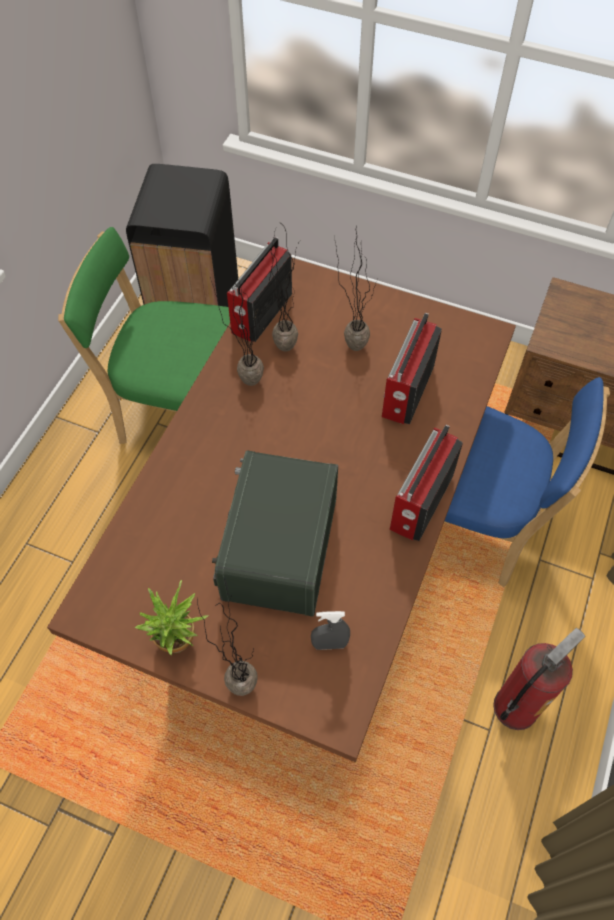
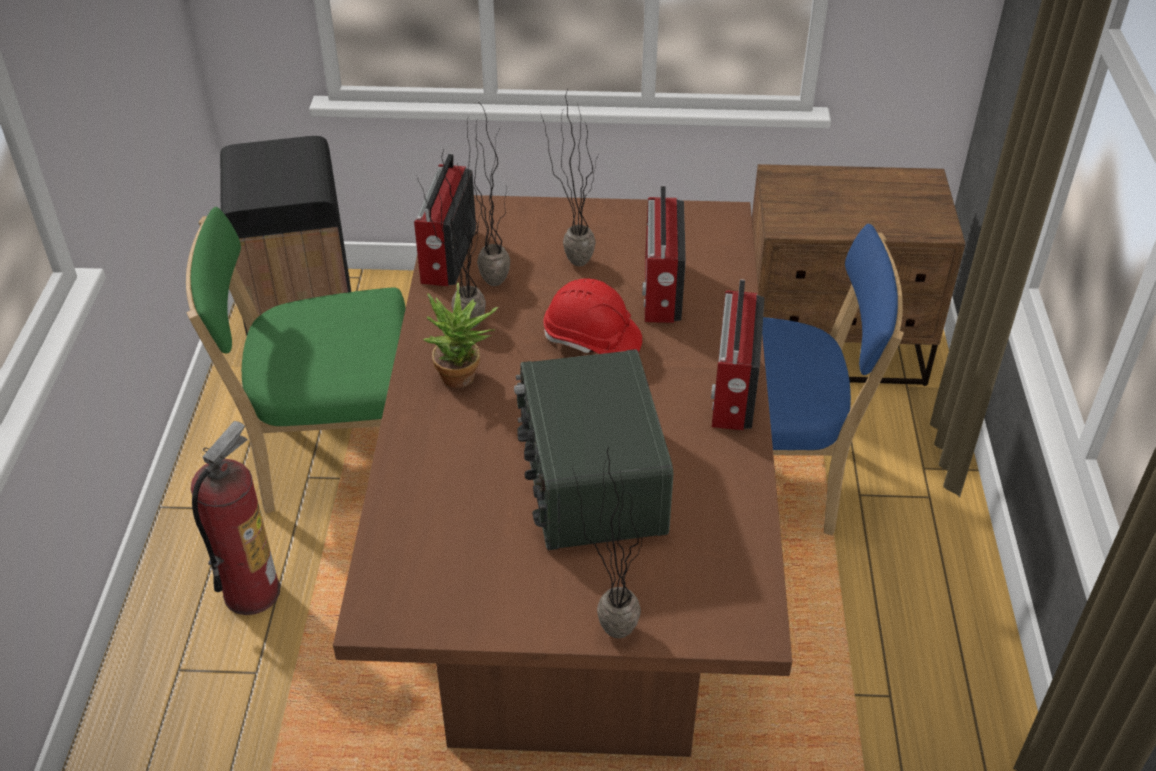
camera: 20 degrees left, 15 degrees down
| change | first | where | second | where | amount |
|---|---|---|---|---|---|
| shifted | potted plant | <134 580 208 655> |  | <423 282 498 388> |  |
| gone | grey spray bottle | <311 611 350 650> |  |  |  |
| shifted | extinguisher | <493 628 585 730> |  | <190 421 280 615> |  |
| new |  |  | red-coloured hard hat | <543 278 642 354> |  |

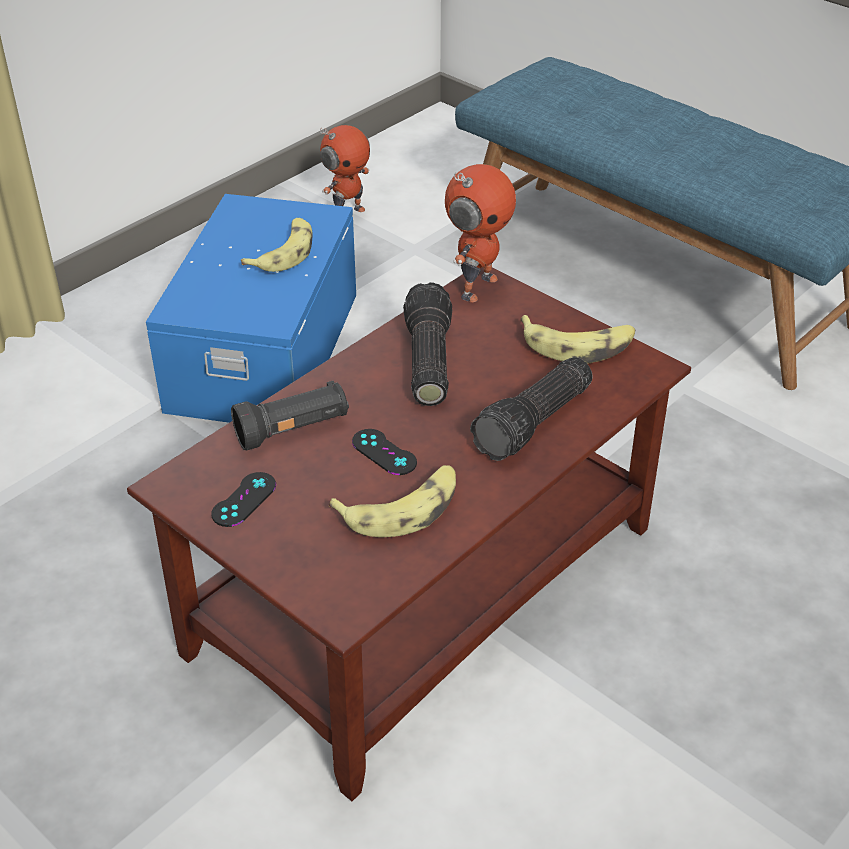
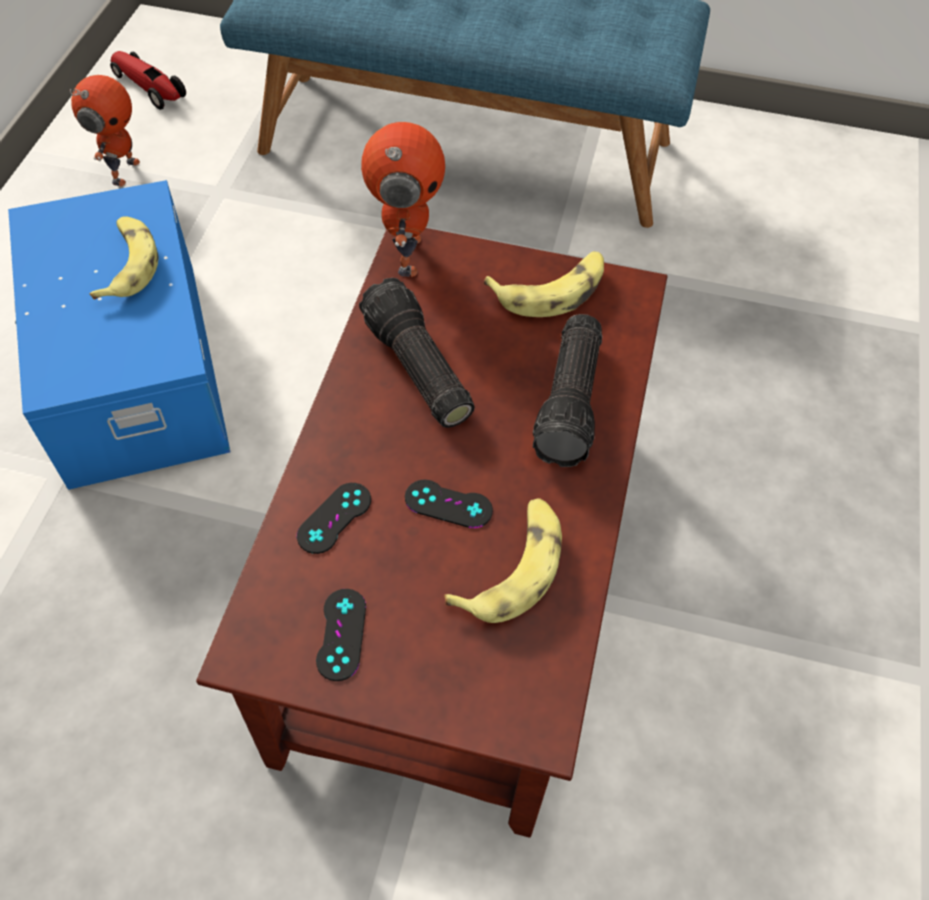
camera: 30 degrees left, 15 degrees up
| change | first | where | second | where | amount |
|---|---|---|---|---|---|
| swapped | blackish torch | <231 381 349 450> | blackish gamepad | <297 483 371 554> |  |
| new |  |  | toy car | <110 51 186 110> |  |

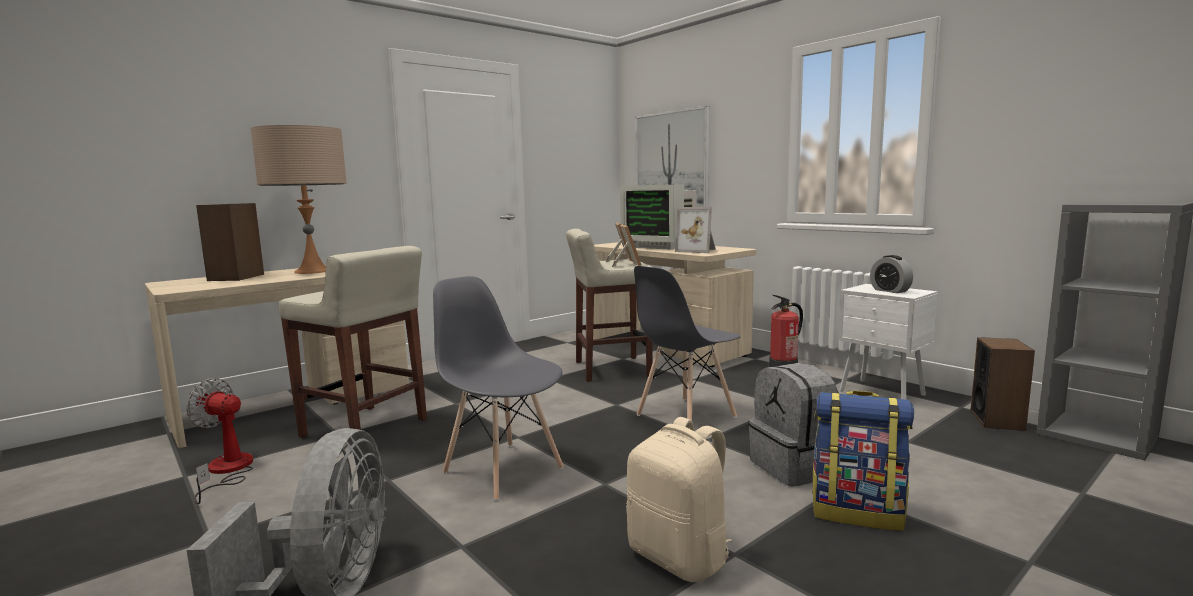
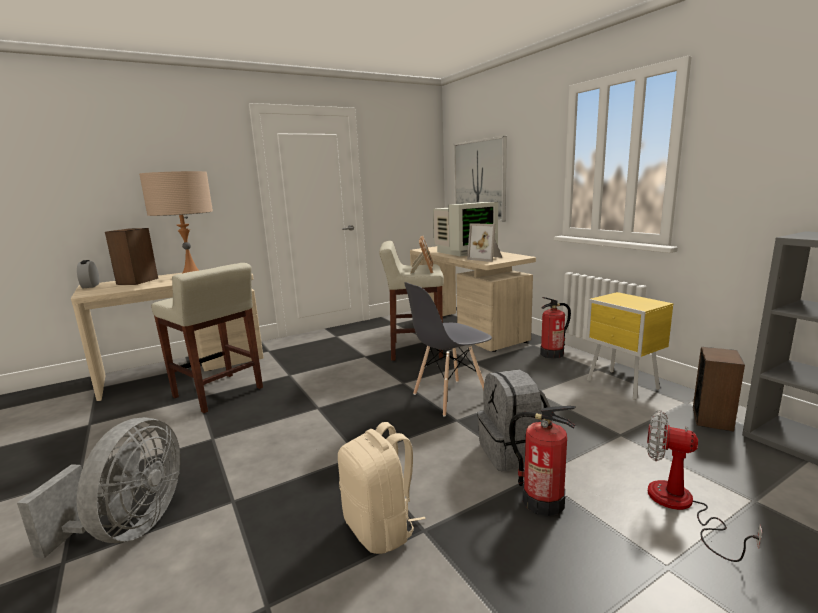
camera: 10 degrees right, 5 degrees up
| change | first | where | second | where | amount |
|---|---|---|---|---|---|
| rotated | computer display | <620 184 697 250> |  | <433 202 498 256> | 75 degrees counterclockwise |
| shifted | alarm clock | <870 255 913 293> |  | <77 260 99 289> |  |
| gone | grey chair | <433 276 564 501> |  |  |  |
| repainted | white night table | <838 284 938 399> | yellowish night table | <586 292 674 400> |  |
| shifted | cooling fan | <186 378 253 504> |  | <647 410 762 562> |  |
| swapped | rucksack | <812 391 914 531> | extinguisher | <509 406 576 516> |  |

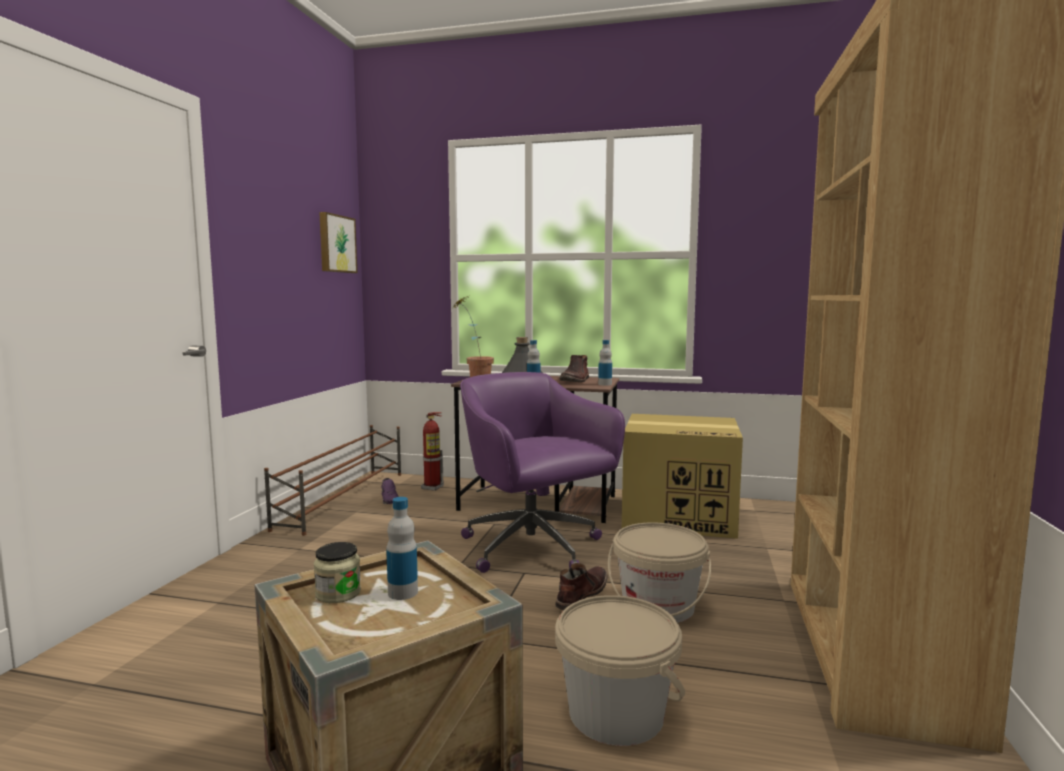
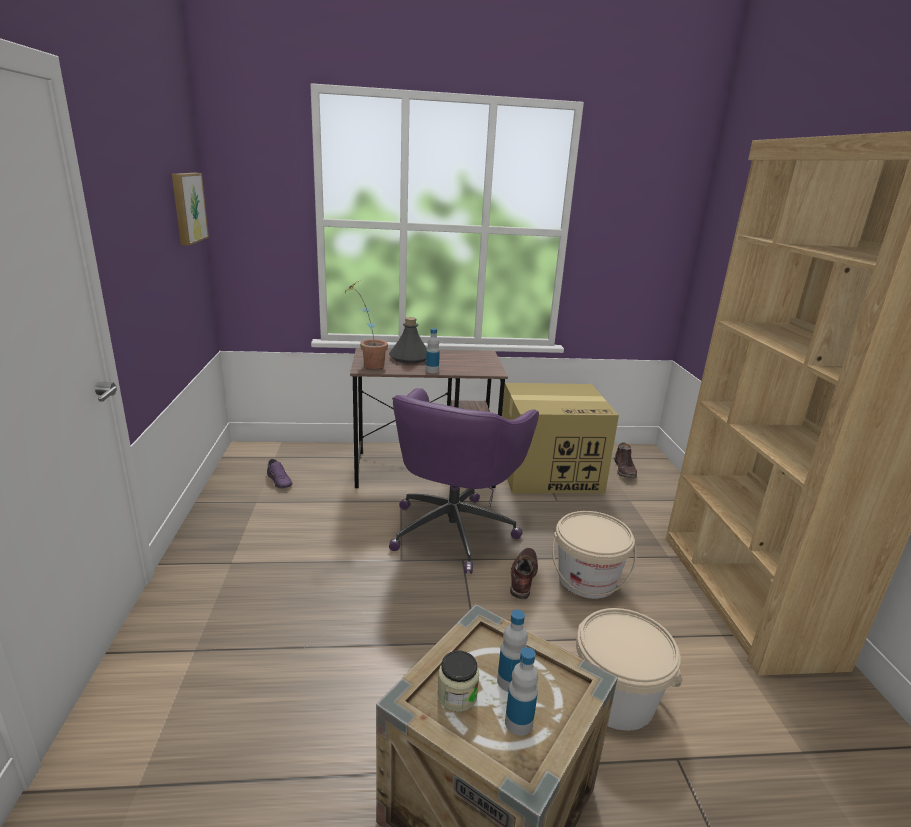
camera: 20 degrees left, 15 degrees up
| change | first | where | second | where | amount |
|---|---|---|---|---|---|
| shifted | drink bottle | <598 340 612 386> |  | <505 647 538 736> |  |
| shifted | brown boot | <559 355 589 382> |  | <614 443 637 478> |  |
| rotated | purple-coloured office chair | <460 372 625 573> |  | <389 388 539 574> | 105 degrees counterclockwise |
| gone | extinguisher | <421 412 444 491> |  |  |  |
| gone | brown shoe shelf | <264 425 401 536> |  |  |  |

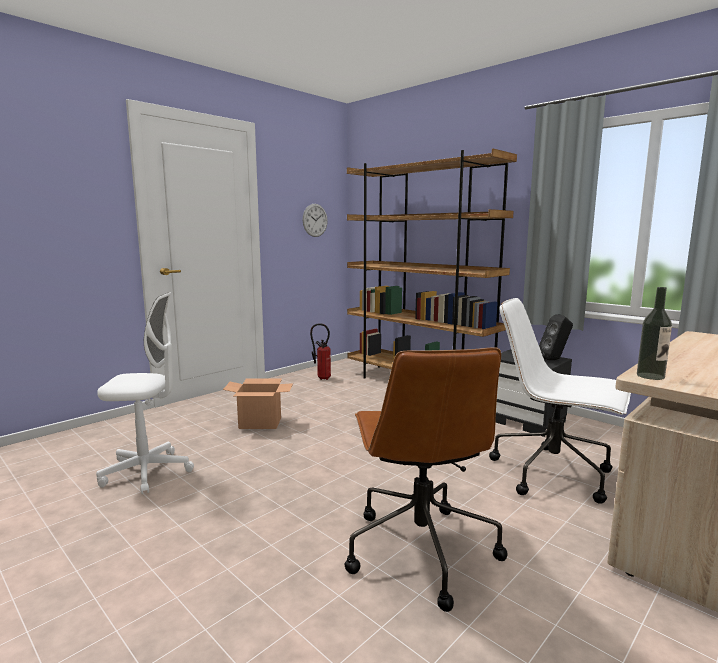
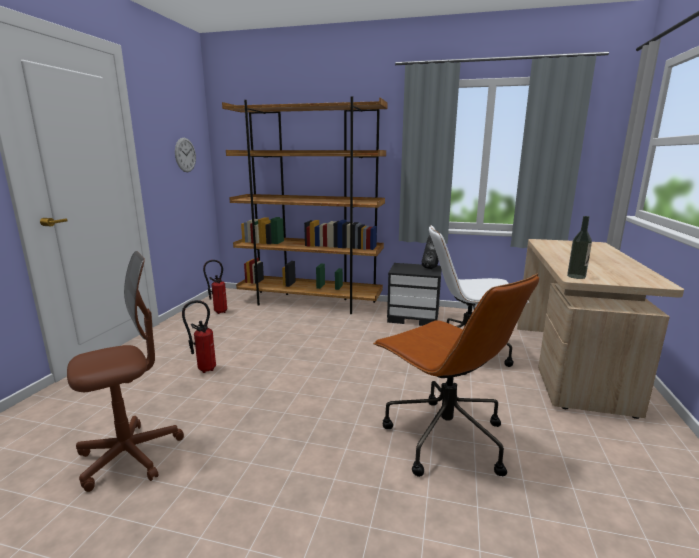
camera: 30 degrees left, 5 degrees up
| change | first | where | second | where | amount |
|---|---|---|---|---|---|
| repainted | white office chair | <96 292 194 494> | brown office chair | <67 251 184 492> |  |
| swapped | cardboard box | <223 378 293 429> | extinguisher | <182 300 216 373> |  |

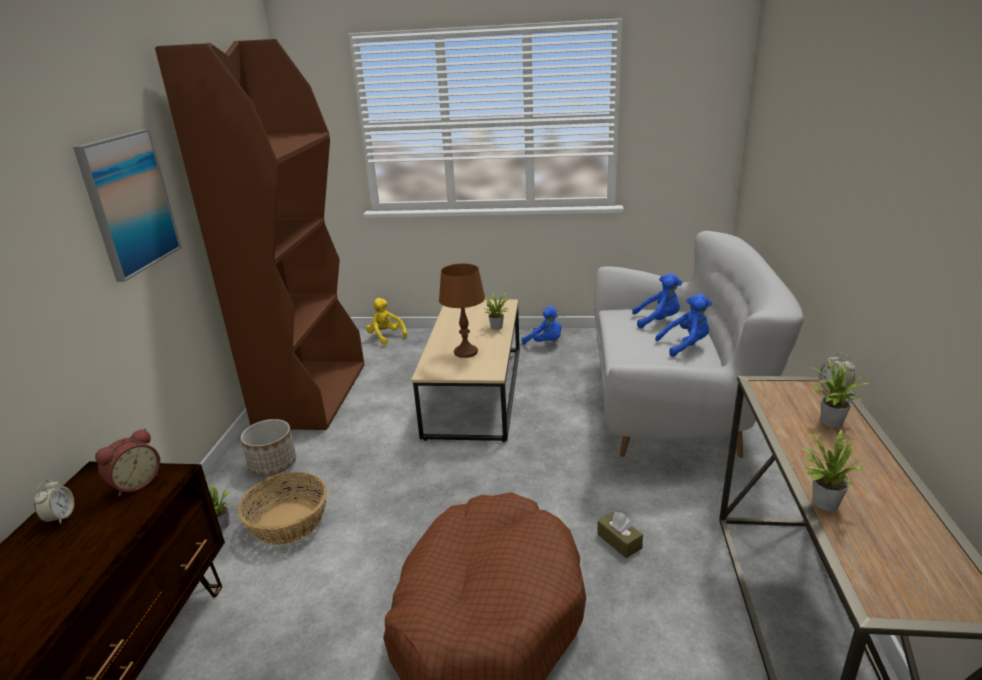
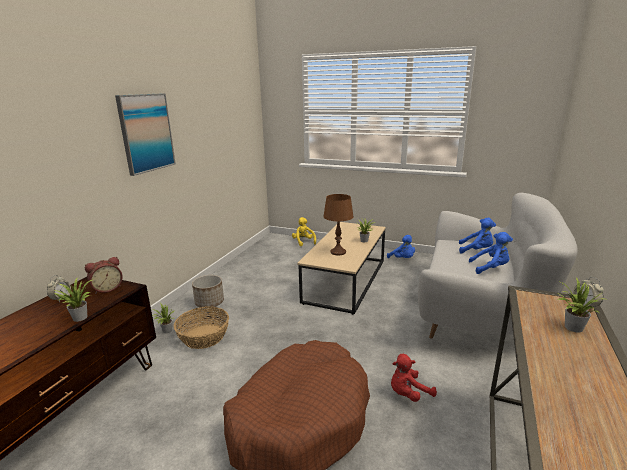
camera: 15 degrees right, 5 degrees down
| change | first | where | second | where | amount |
|---|---|---|---|---|---|
| gone | brown shelving unit | <155 39 364 430> |  |  |  |
| shifted | potted plant | <801 429 866 511> |  | <53 278 94 322> |  |
| swapped | brown box of tissues | <597 512 643 558> | red-coloured cuddly toy | <391 354 437 402> |  |

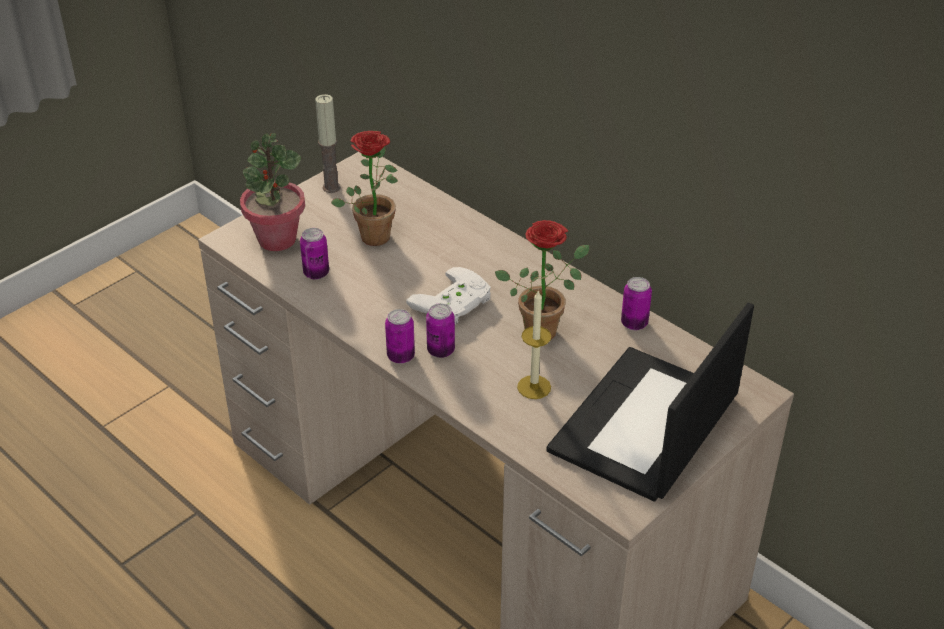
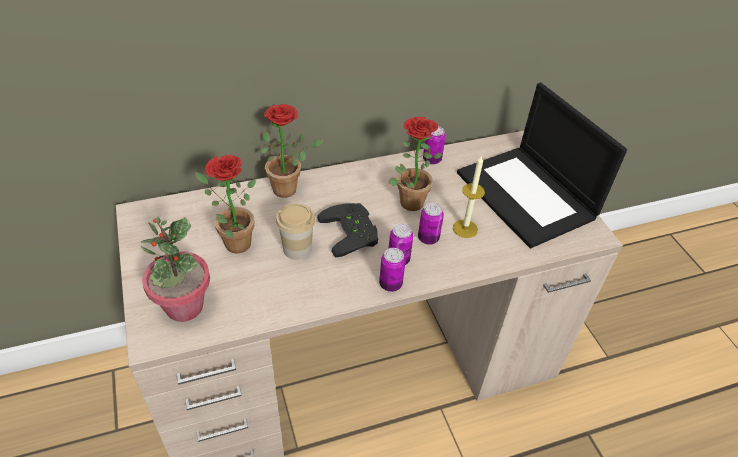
camera: 65 degrees left, 5 degrees up
| change | first | where | second | where | amount |
|---|---|---|---|---|---|
| gone | wax candle | <315 94 341 193> |  |  |  |
| shifted | sealed can | <300 228 329 280> |  | <418 203 444 245> |  |
| repainted | white gamepad | <406 267 491 324> | blackish gamepad | <317 203 378 257> |  |
| new |  |  | potted plant | <260 104 324 198> |  |
| new |  |  | cup | <276 203 315 260> |  |

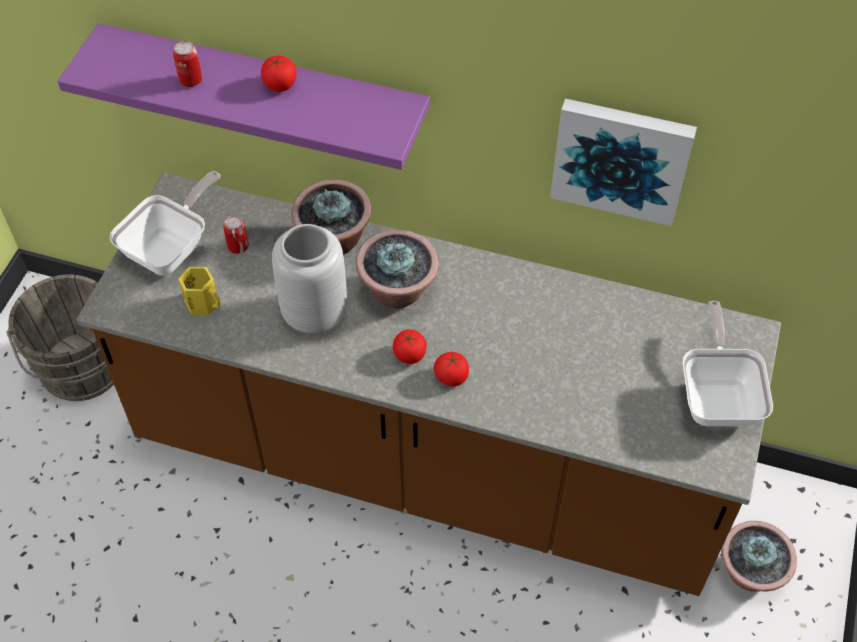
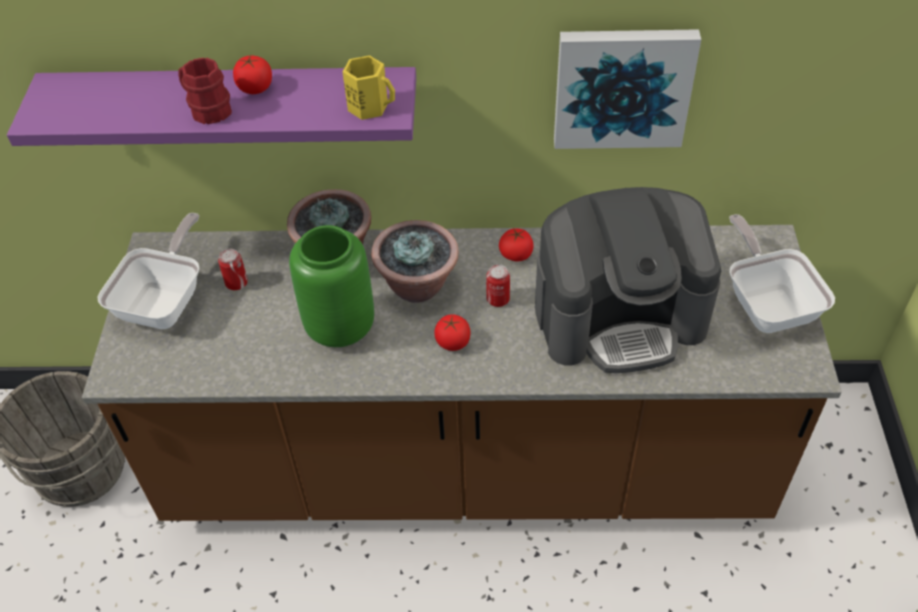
camera: 15 degrees left, 5 degrees down
| change | first | where | second | where | amount |
|---|---|---|---|---|---|
| shifted | sealed can | <173 41 202 87> |  | <486 264 510 307> |  |
| repainted | grey flower vase | <272 224 347 334> | green flower vase | <289 225 374 347> |  |
| shifted | yellowish coffee mug | <178 267 221 315> |  | <343 55 395 120> |  |
| shifted | fresh tomato | <434 352 469 386> |  | <499 228 534 262> |  |
| gone | potted plant | <721 521 797 592> |  |  |  |
| new |  |  | red-coloured coffee mug | <178 58 232 124> |  |
| new |  |  | coffee brewer | <535 187 721 373> |  |

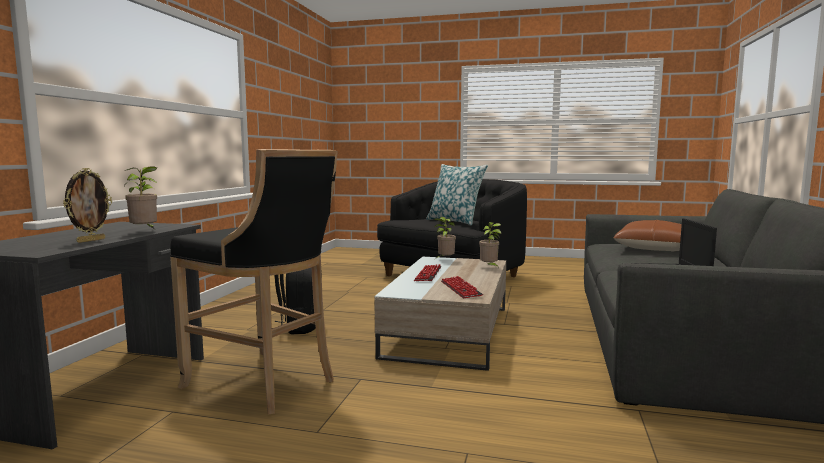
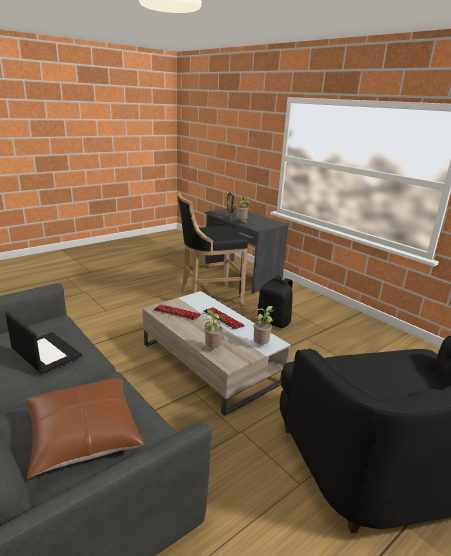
camera: 125 degrees right, 15 degrees up
| change | first | where | second | where | amount |
|---|---|---|---|---|---|
| gone | throw pillow | <426 164 488 225> |  |  |  |

